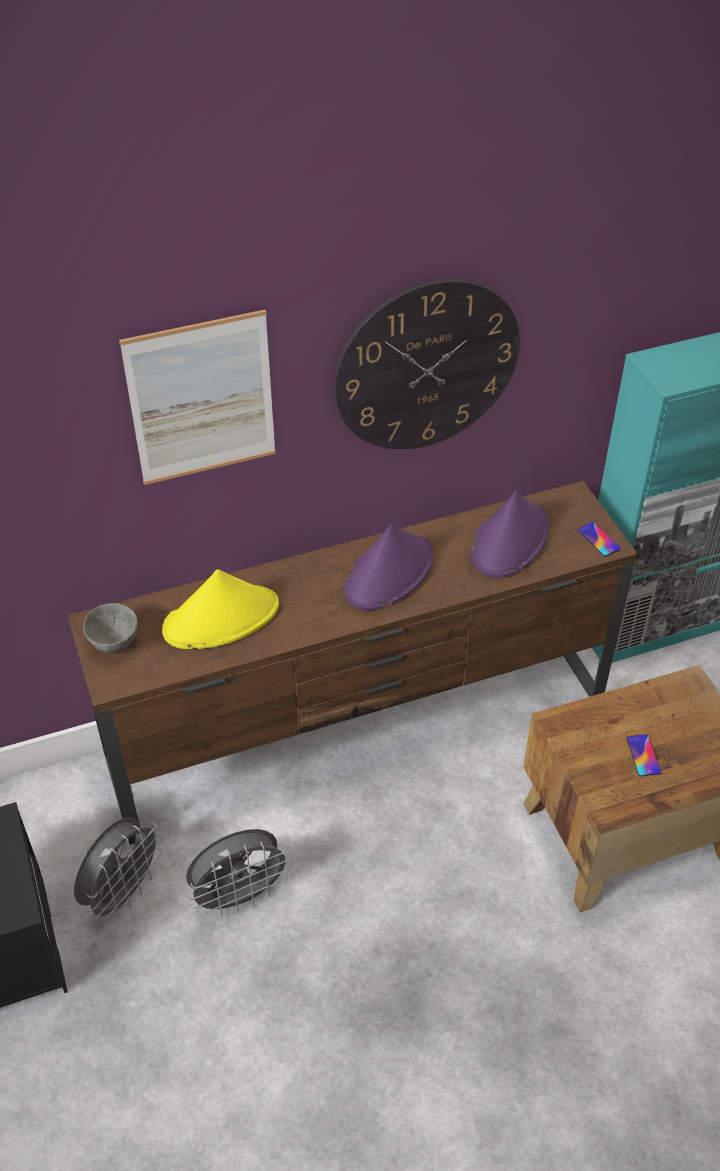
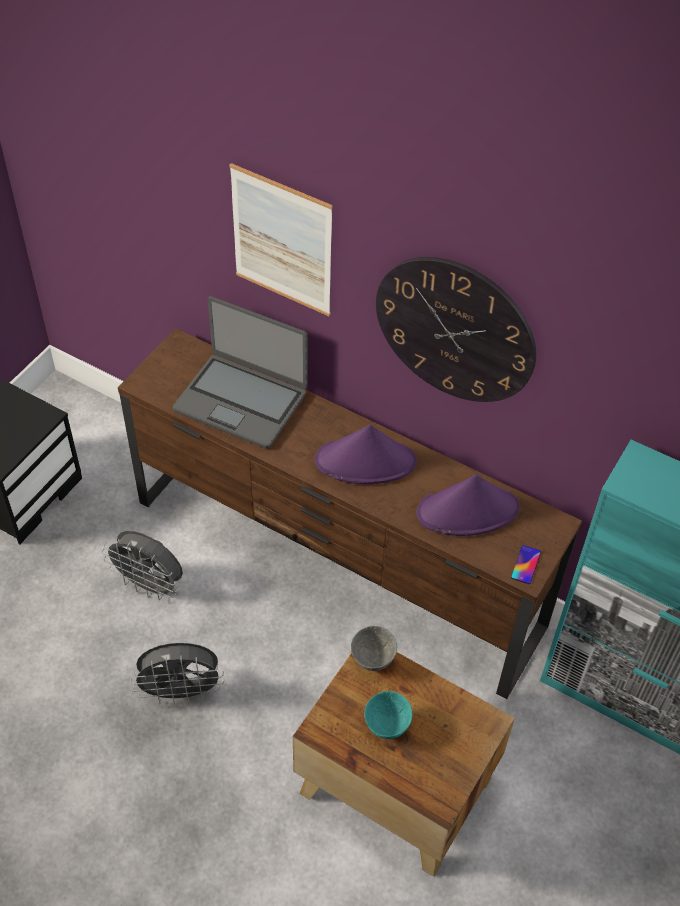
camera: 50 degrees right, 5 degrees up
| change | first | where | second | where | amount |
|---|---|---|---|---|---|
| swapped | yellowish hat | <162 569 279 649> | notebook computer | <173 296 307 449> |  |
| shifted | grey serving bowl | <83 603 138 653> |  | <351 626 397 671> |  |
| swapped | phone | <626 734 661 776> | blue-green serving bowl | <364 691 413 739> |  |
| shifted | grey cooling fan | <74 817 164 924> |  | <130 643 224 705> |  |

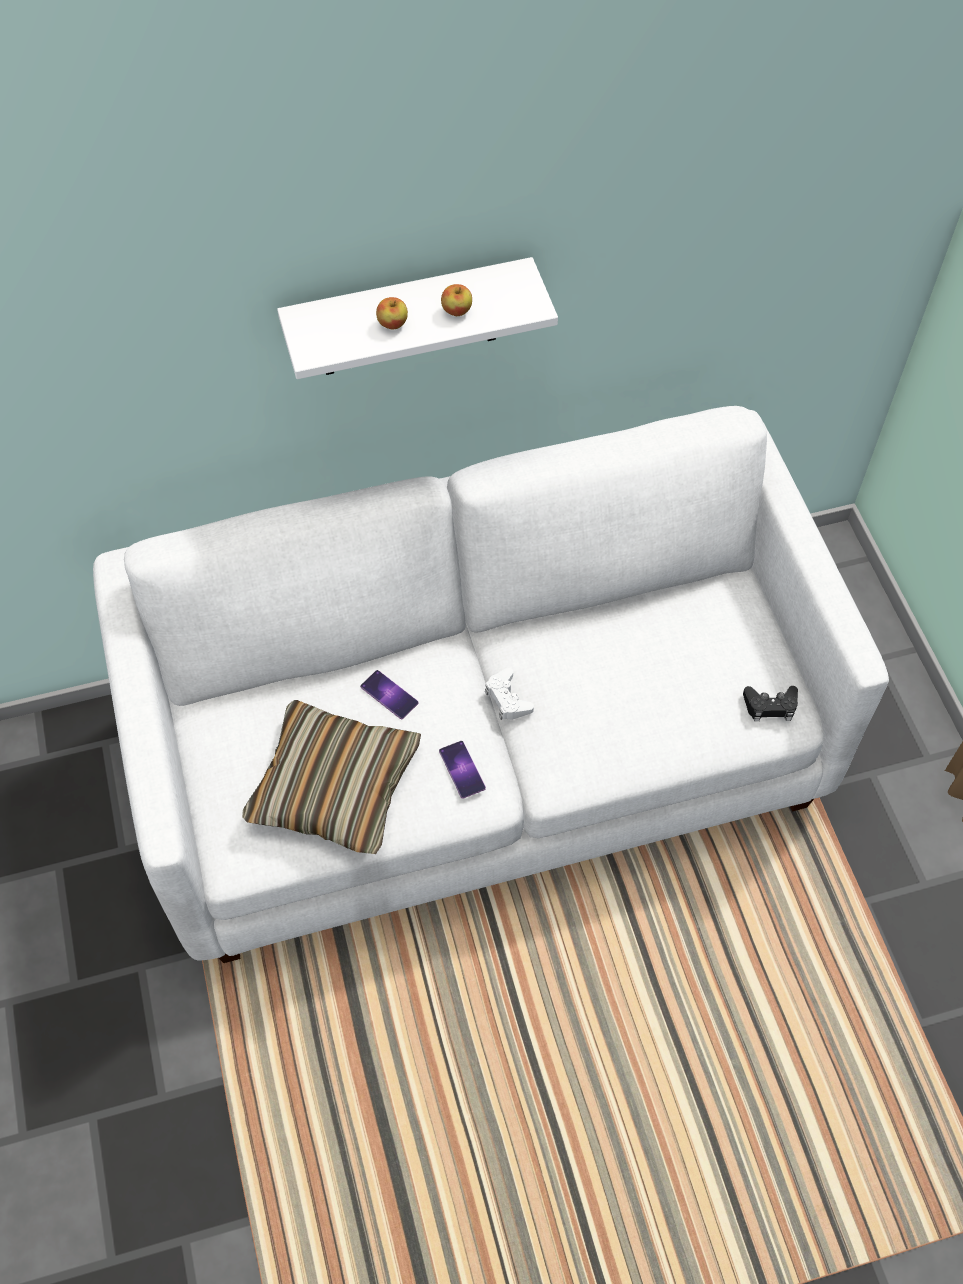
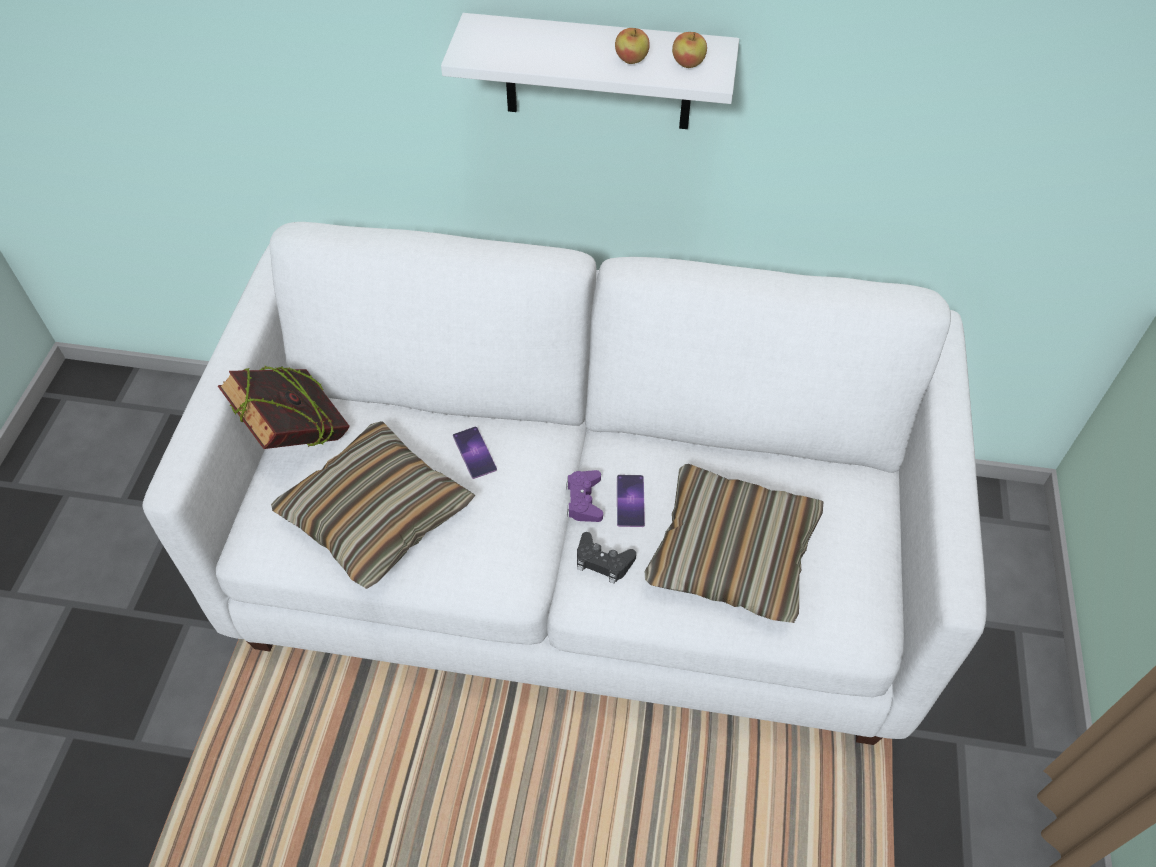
camera: 25 degrees right, 5 degrees down
| change | first | where | second | where | amount |
|---|---|---|---|---|---|
| shifted | apple | <376 297 408 330> |  | <672 32 707 68> |  |
| repainted | white gamepad | <485 668 534 720> | purple-coloured gamepad | <566 470 603 522> |  |
| shifted | blackish gamepad | <743 686 798 721> |  | <577 532 636 584> |  |
| shifted | phone | <439 741 486 799> |  | <617 475 645 527> |  |
| new |  |  | book | <218 366 350 449> |  |
| new |  |  | throw pillow | <645 464 824 623> |  |

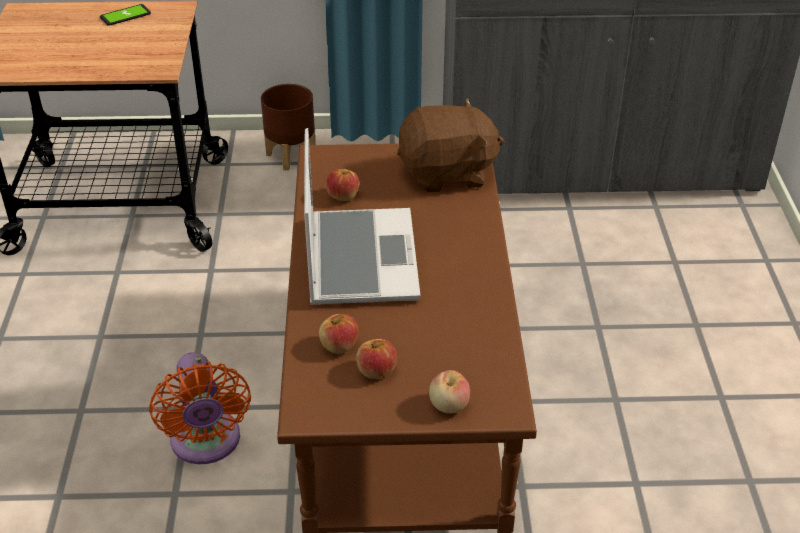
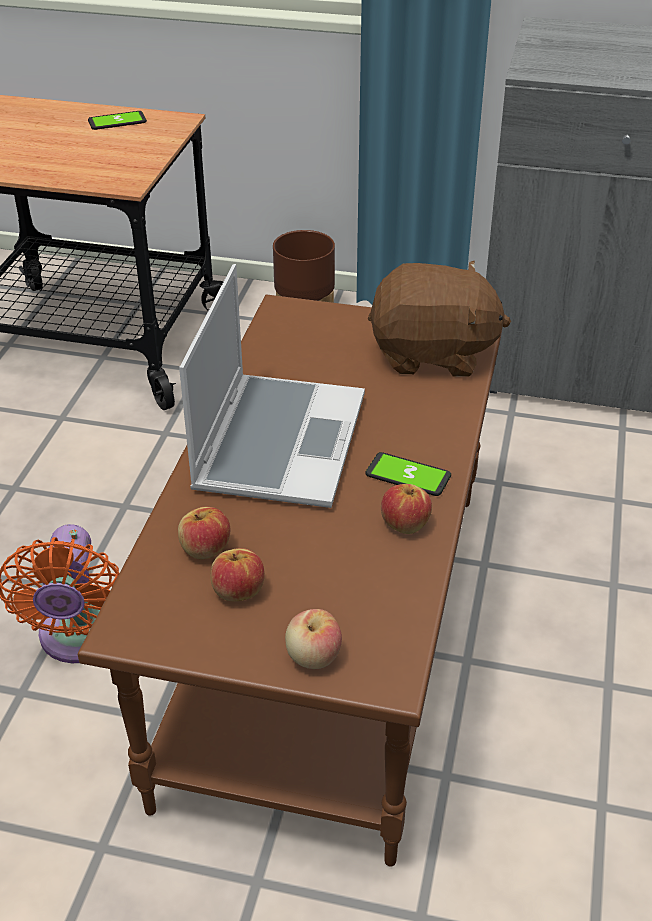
camera: 15 degrees right, 0 degrees up
| change | first | where | second | where | amount |
|---|---|---|---|---|---|
| shifted | apple | <326 169 359 201> |  | <381 484 432 534> |  |
| new |  |  | phone | <365 452 451 496> |  |

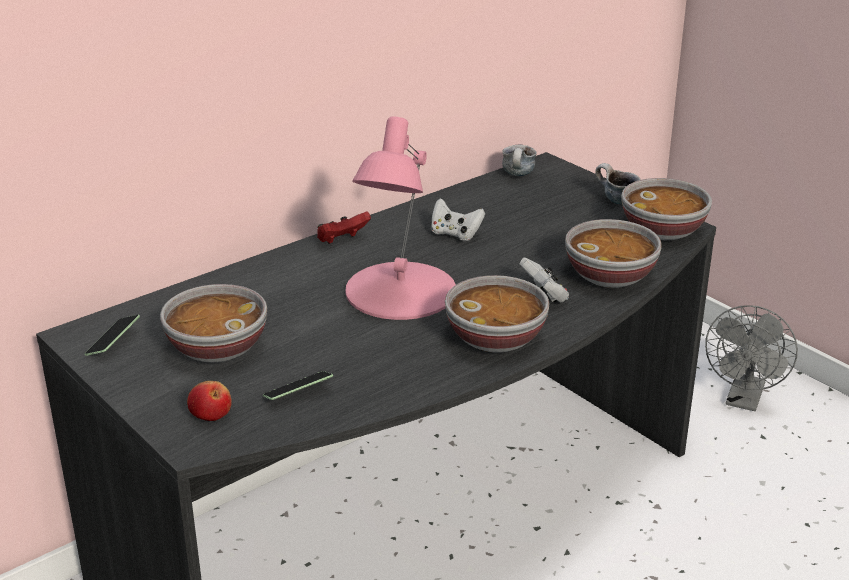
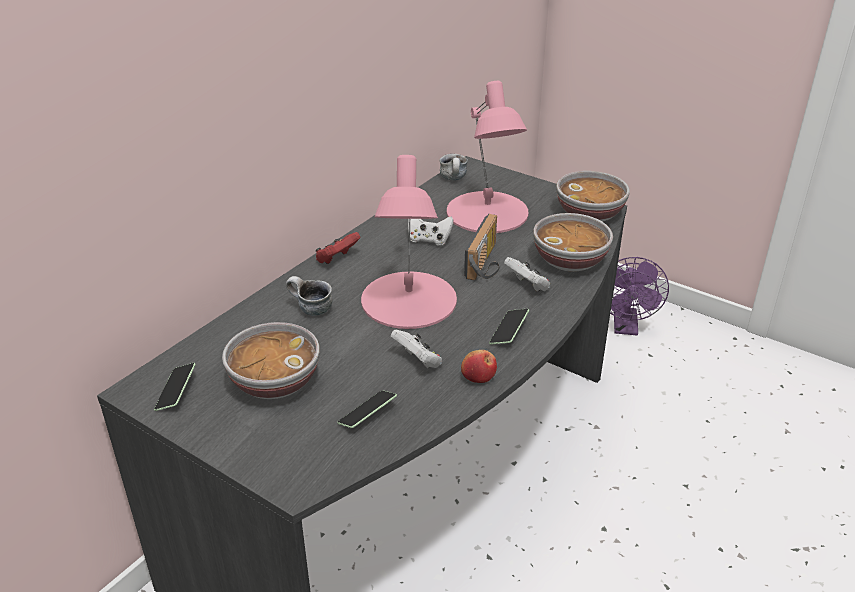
camera: 15 degrees left, 5 degrees up
| change | first | where | second | where | amount |
|---|---|---|---|---|---|
| shifted | coffee mug | <595 163 641 204> |  | <286 276 332 316> |  |
| swapped | serving bowl | <445 275 549 353> | phone | <489 309 529 345> |  |
| repainted | grey cooling fan | <705 305 798 411> | purple-coloured cooling fan | <610 257 669 335> |  |
| shifted | apple | <187 381 232 421> |  | <461 350 497 383> |  |
| new |  |  | pink lamp for a table | <447 81 529 233> |  |
| new |  |  | radio | <464 214 499 280> |  |
| new |  |  | white gamepad | <391 329 442 368> |  |

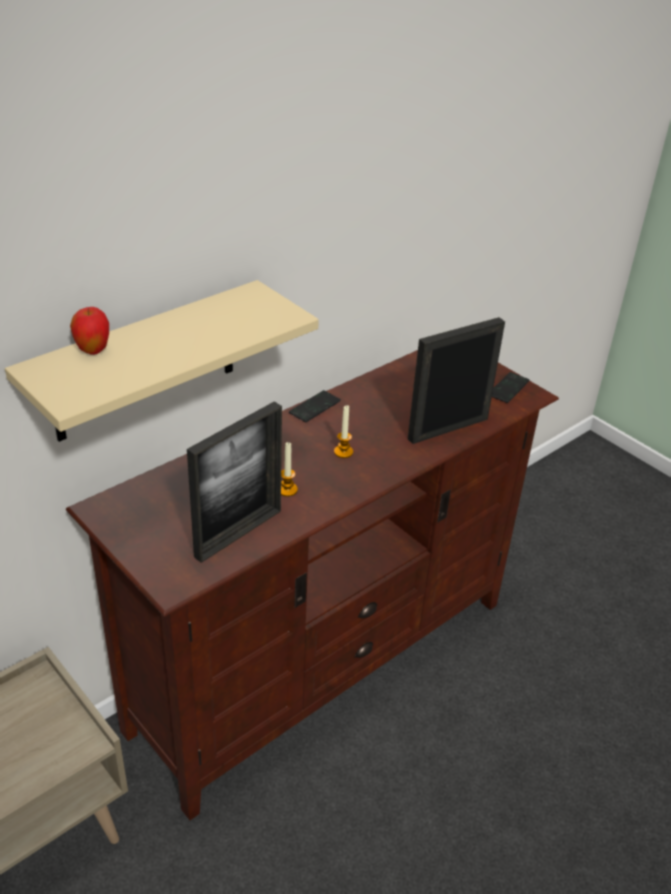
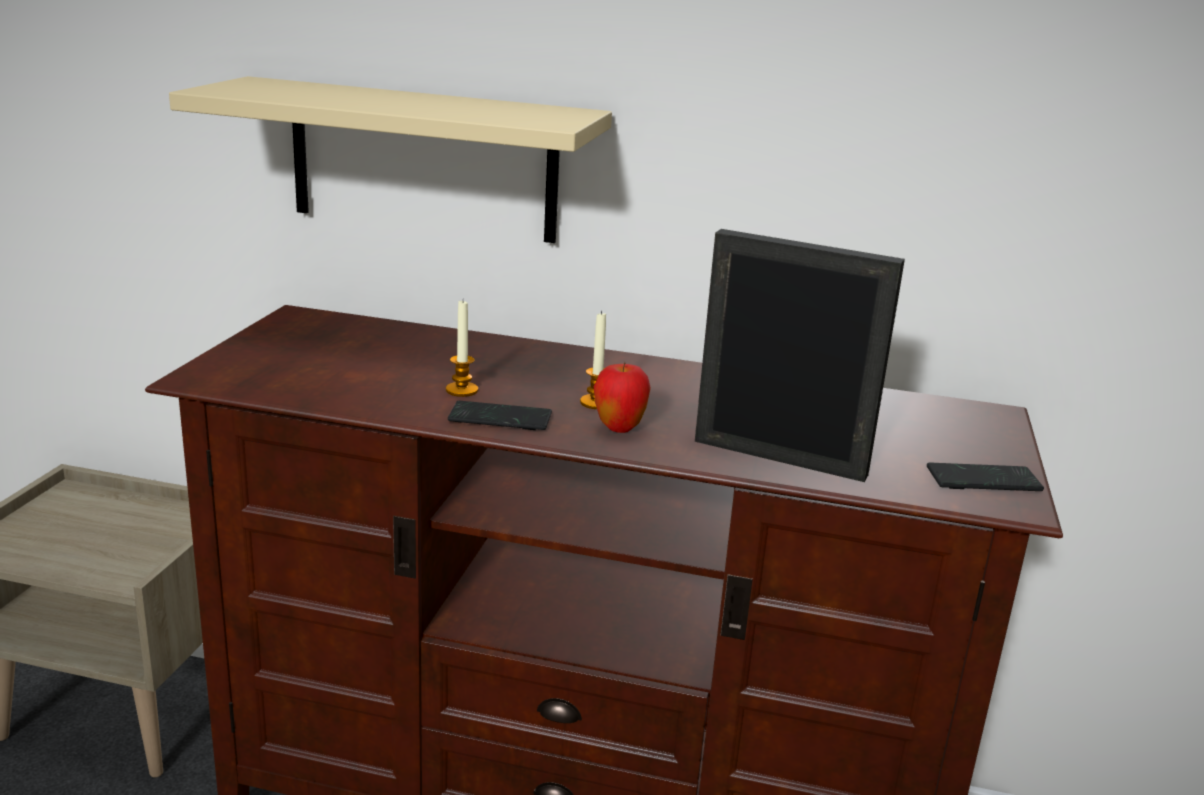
camera: 55 degrees right, 15 degrees down
| change | first | where | second | where | amount |
|---|---|---|---|---|---|
| shifted | apple | <70 307 109 355> |  | <594 362 651 433> |  |
| shifted | phone | <289 390 341 422> |  | <448 401 552 430> |  |
| gone | standing frame | <187 402 282 563> |  |  |  |

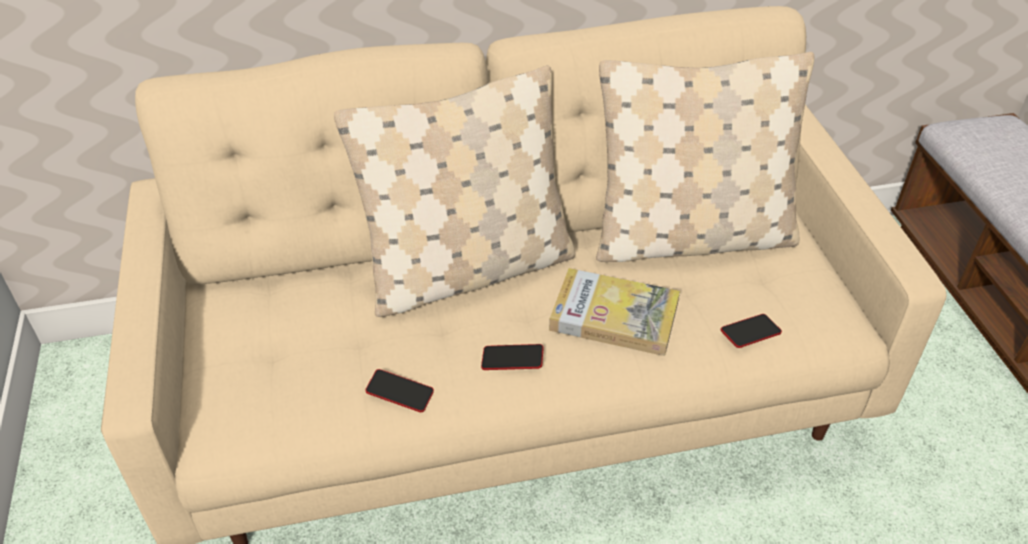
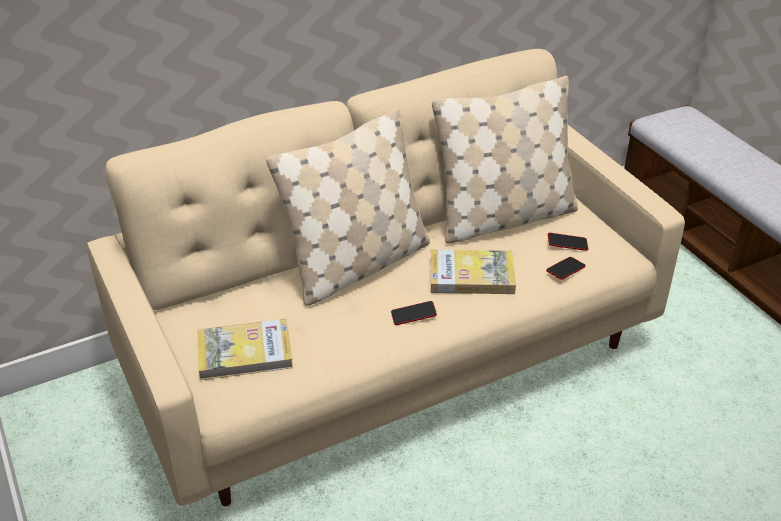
camera: 15 degrees left, 5 degrees down
| change | first | where | second | where | amount |
|---|---|---|---|---|---|
| shifted | phone | <366 369 434 412> |  | <548 233 588 251> |  |
| new |  |  | book | <197 319 293 380> |  |

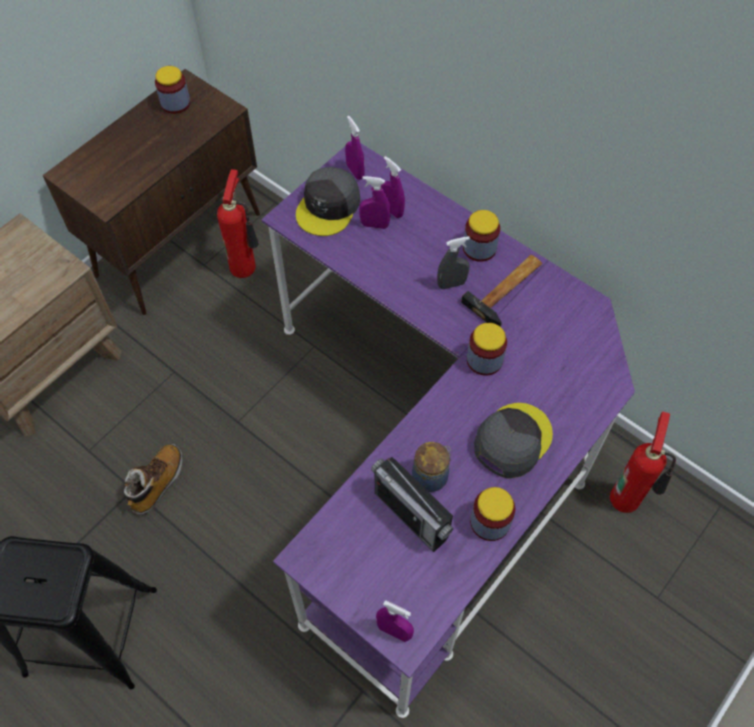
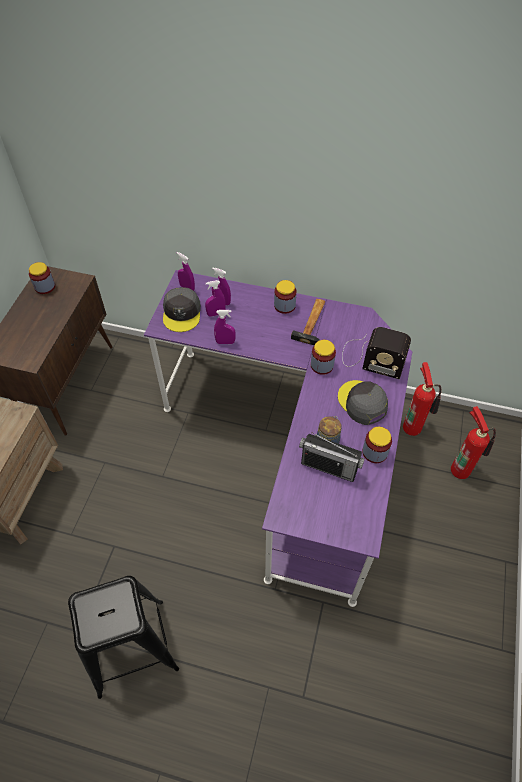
camera: 25 degrees left, 5 degrees down
| change | first | where | second | where | amount |
|---|---|---|---|---|---|
| shifted | extinguisher | <217 169 259 278> |  | <451 406 496 479> |  |
| gone | grey spray bottle | <437 236 470 289> |  |  |  |
| rotated | grey baseball cap | <474 403 553 479> |  | <338 380 388 425> | 45 degrees counterclockwise |
| gone | boot | <124 444 183 515> |  |  |  |
| shifted | purple-coloured spray bottle | <376 600 414 642> |  | <214 310 235 344> |  |
| new |  |  | radio | <342 327 411 379> |  |

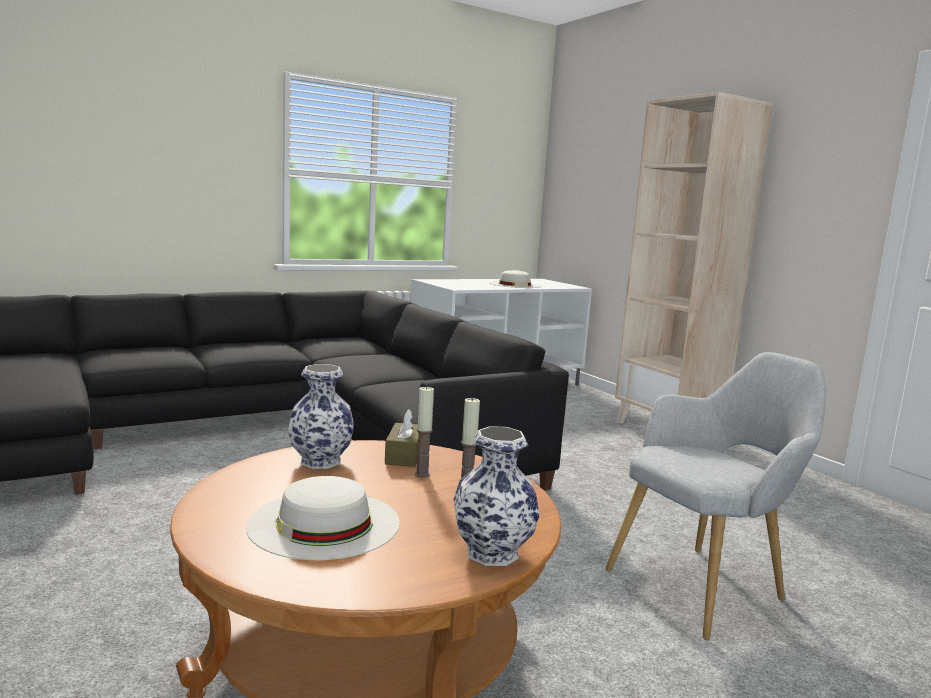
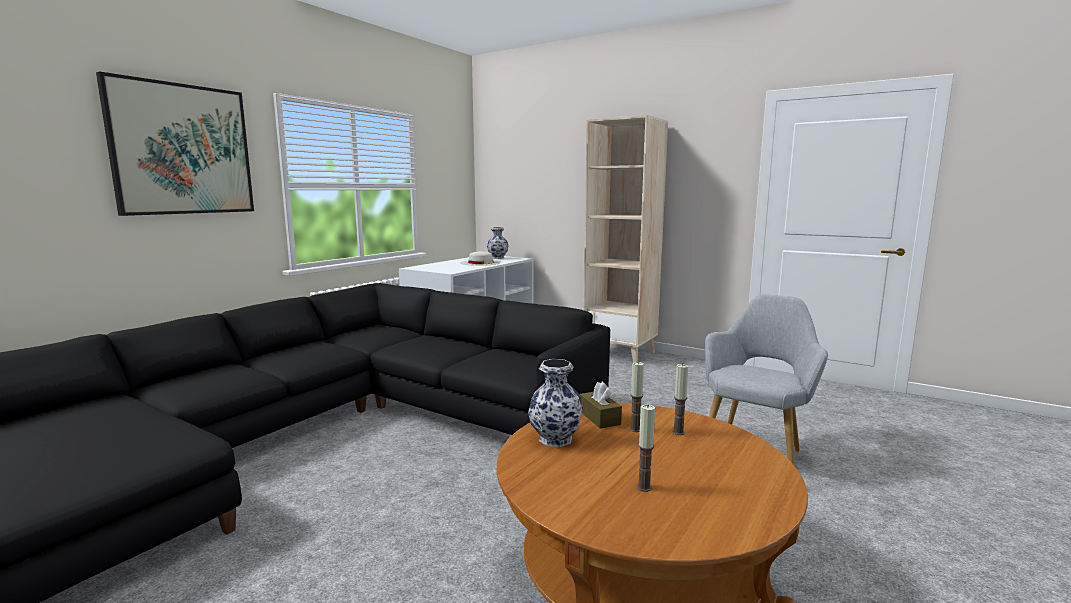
camera: 25 degrees left, 0 degrees up
| change | first | where | second | where | amount |
|---|---|---|---|---|---|
| shifted | flower vase | <454 426 540 566> |  | <487 227 508 259> |  |
| swapped | white hat | <246 476 400 560> | wax candle | <637 404 655 492> |  |
| new |  |  | wall picture | <96 71 254 216> |  |

